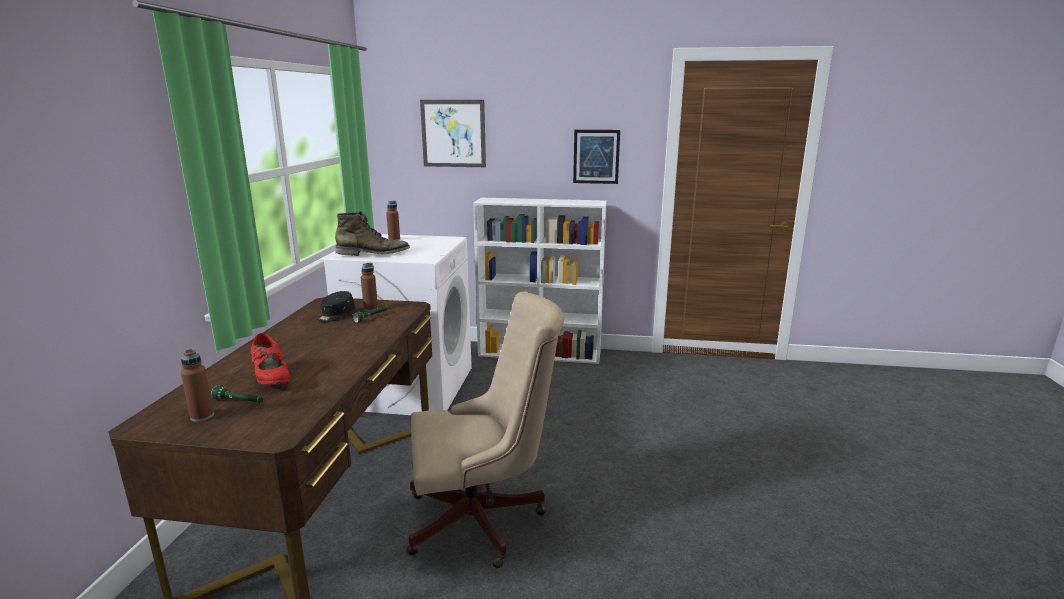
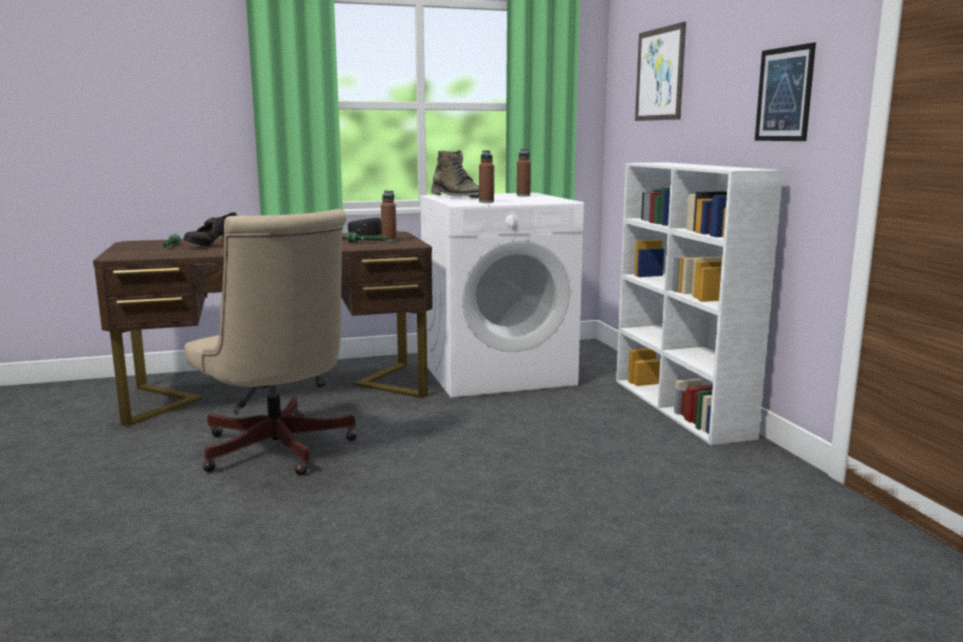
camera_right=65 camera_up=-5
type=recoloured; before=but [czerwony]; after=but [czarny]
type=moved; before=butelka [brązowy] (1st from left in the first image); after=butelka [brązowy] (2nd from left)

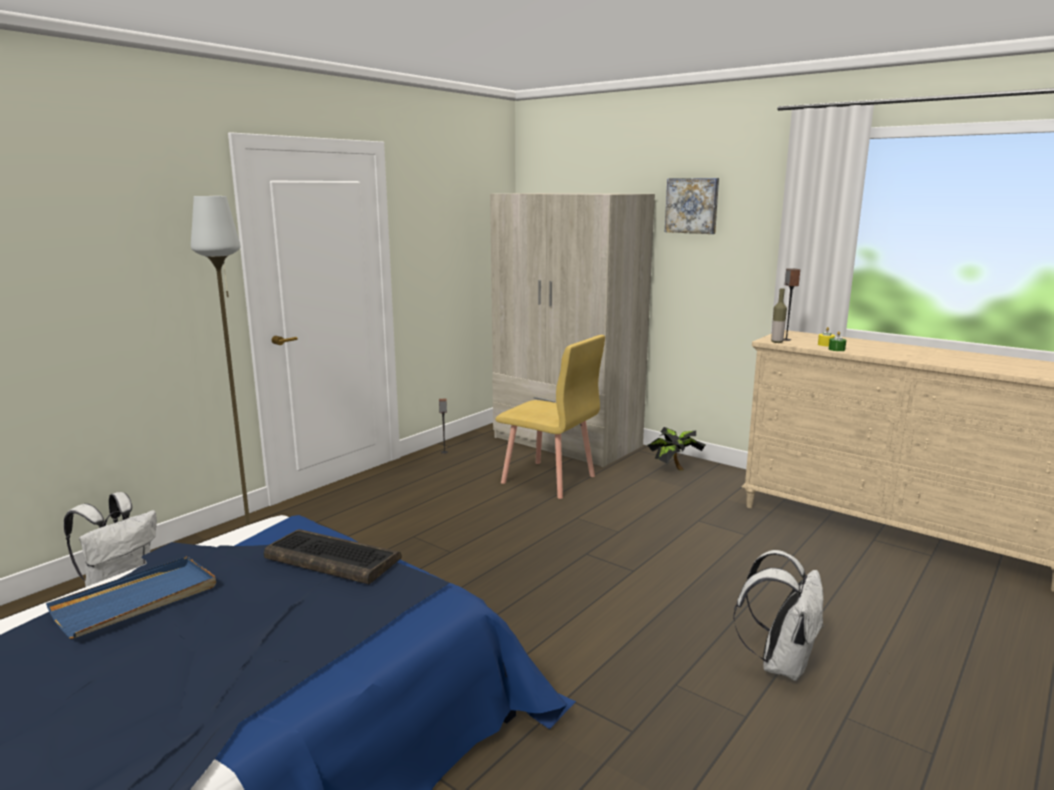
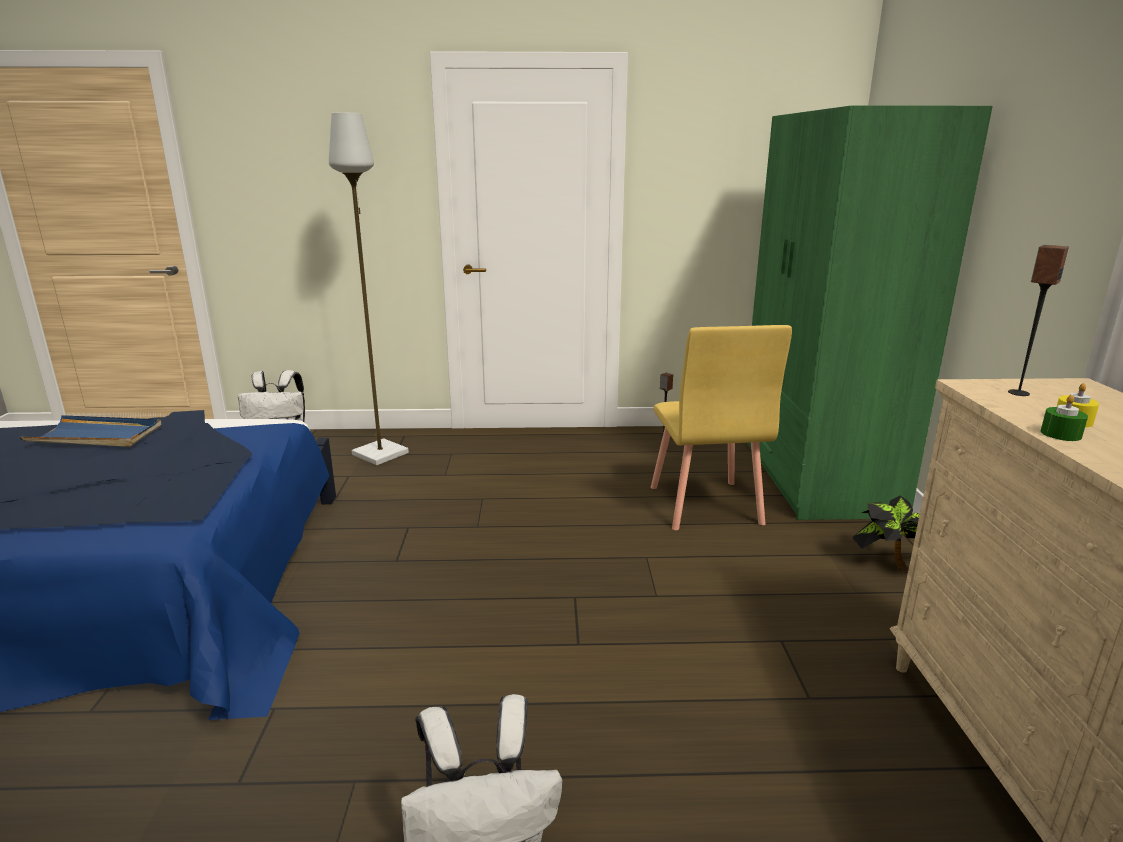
camera_right=50 camera_up=5
type=recoloured; before=szafa [beżowy]; after=szafa [zielony]
type=removed; before=klawiatura
type=removed; before=obraz
type=removed; before=butelka

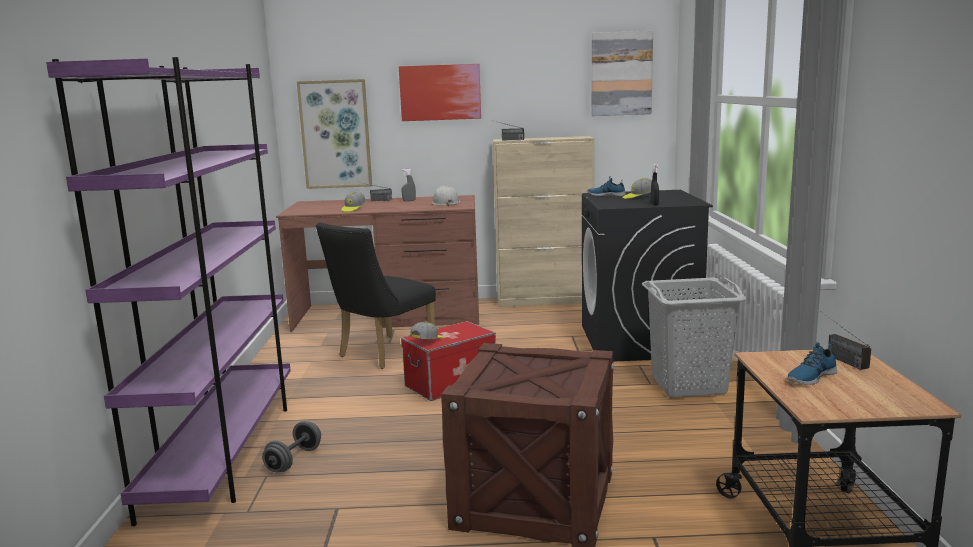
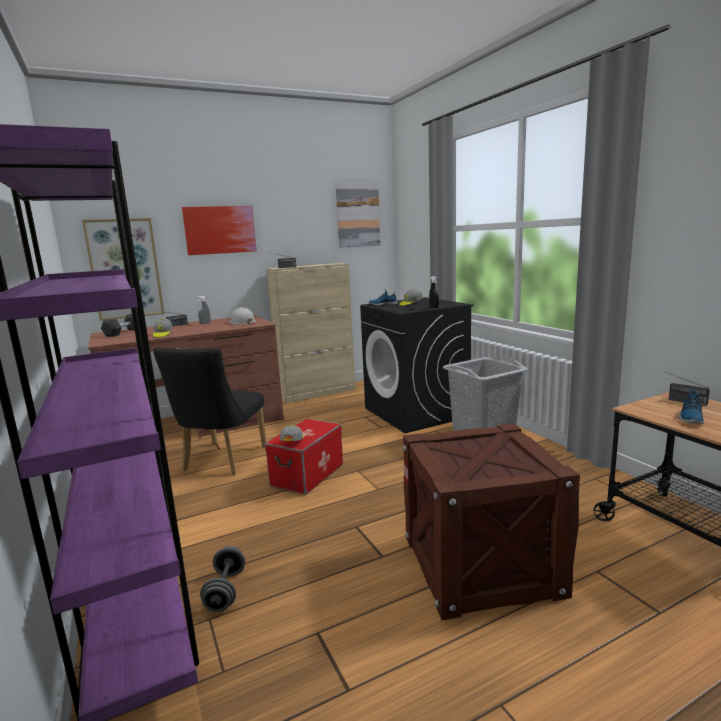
camera_right=-25 camera_up=0
type=added; after=hantel [szary] (1st from left)

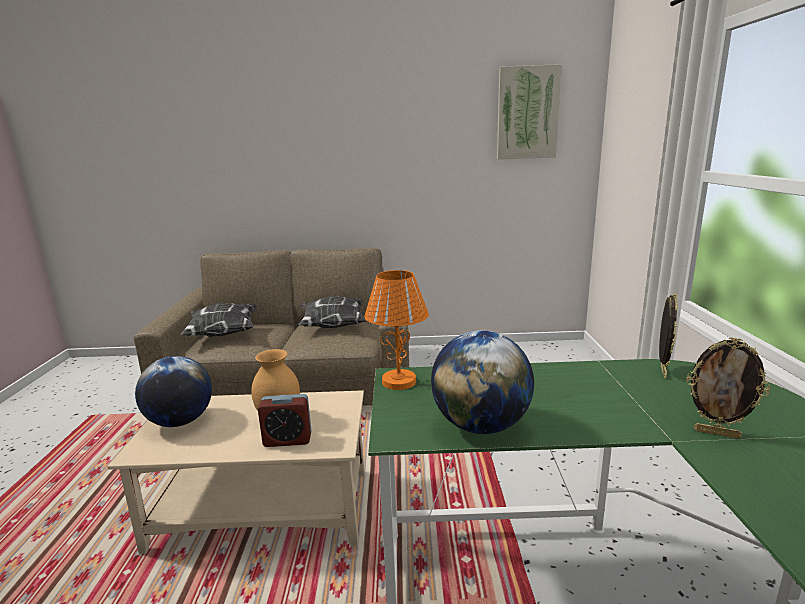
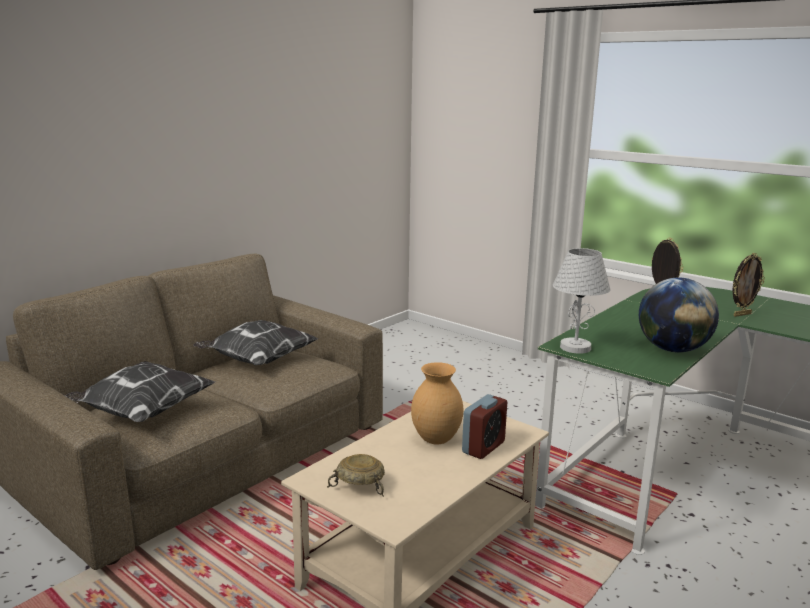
camera_right=-50 camera_up=0
type=replaced; before=globus (1st from left); after=miska [beżowy]
type=recoloured; before=lampa stołowa [pomarańczowy]; after=lampa stołowa [biały]
type=removed; before=obraz

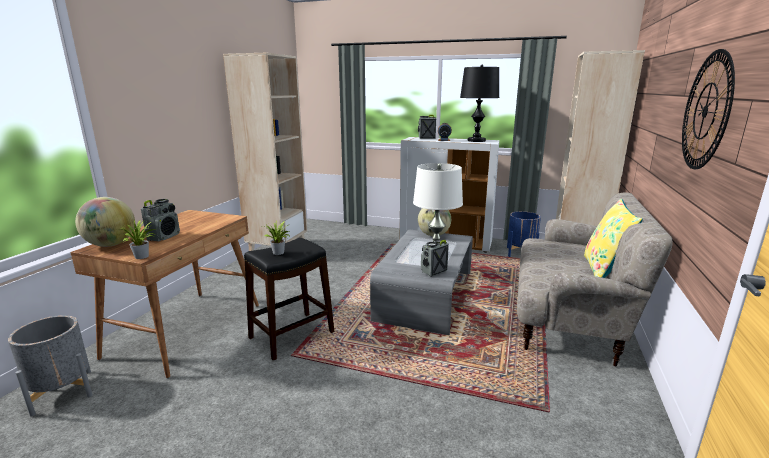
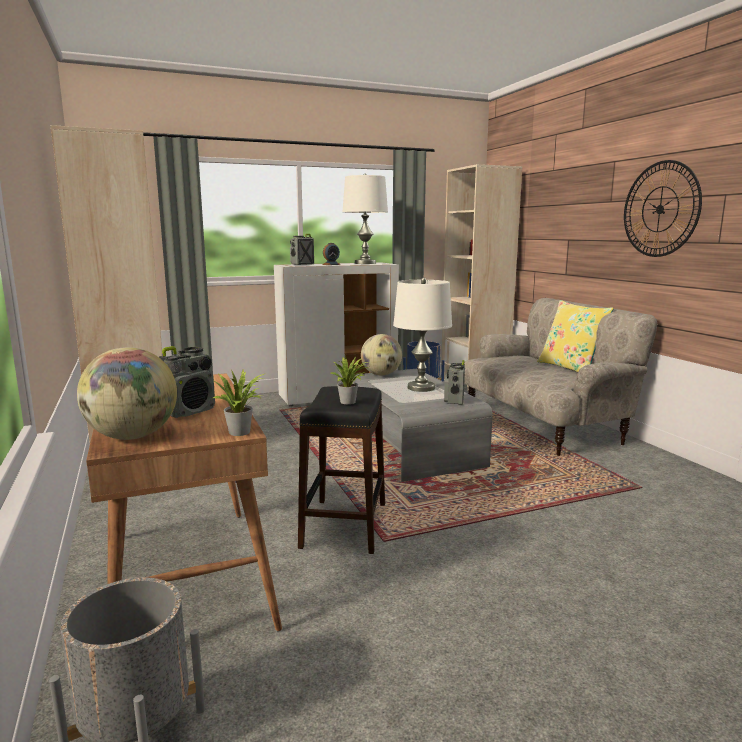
camera_right=-40 camera_up=-5
type=turned; before=radio (1st from left); turn=60
type=recoloured; before=lampa stołowa [czarny]; after=lampa stołowa [biały] (1st from left)

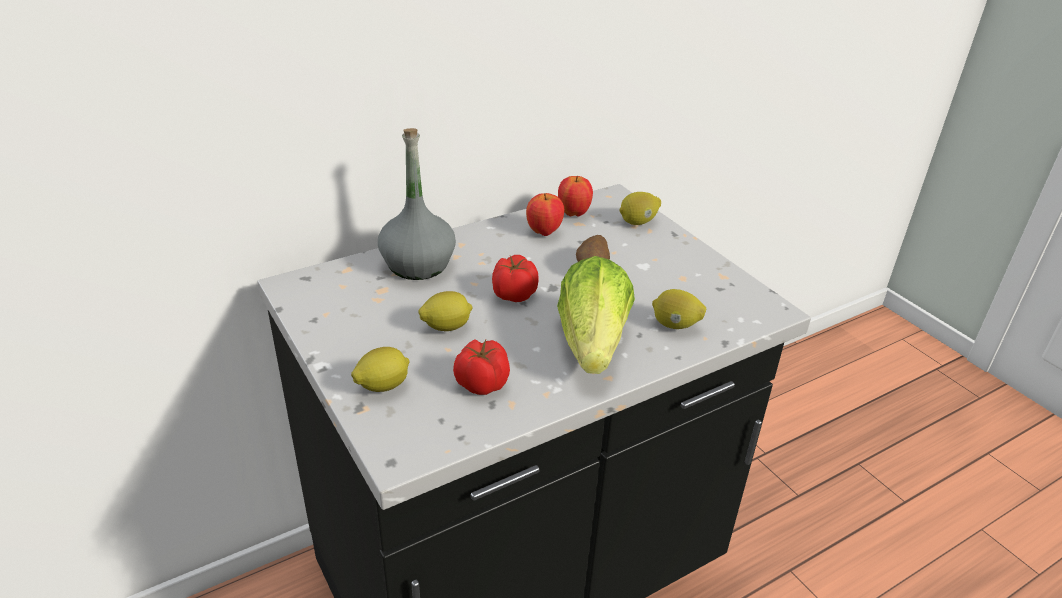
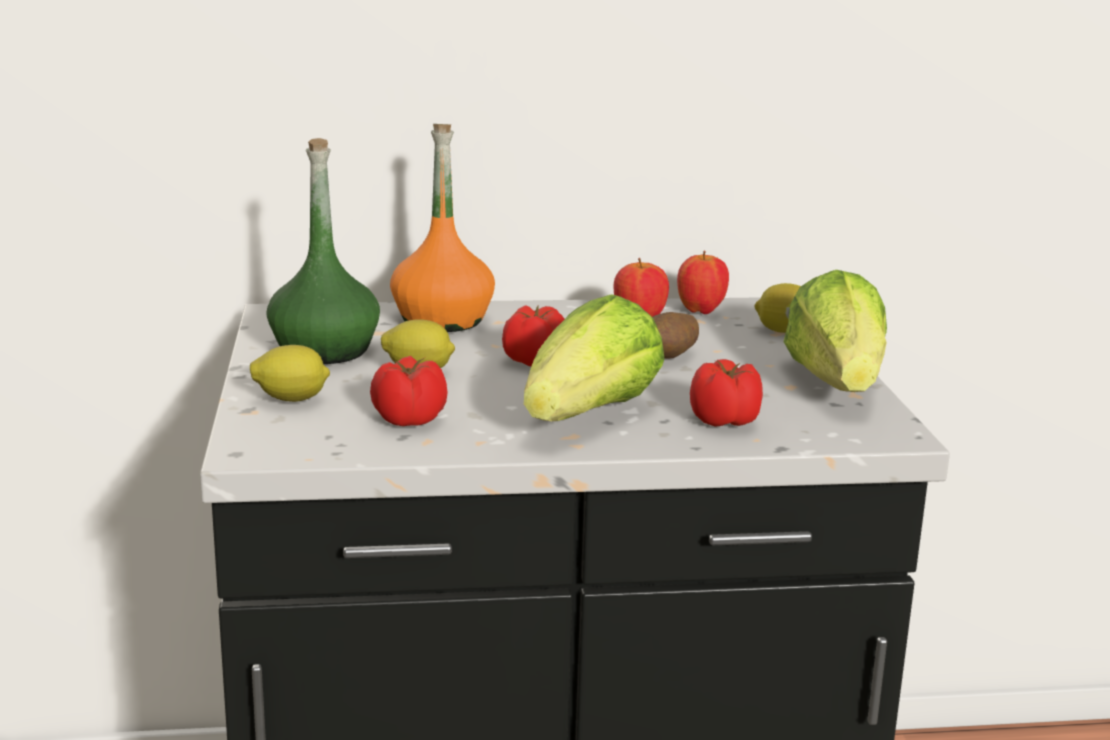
camera_right=25 camera_up=-15
type=added; after=butelka [zielony]
type=recoloured; before=butelka [szary]; after=butelka [pomarańczowy]
type=replaced; before=cytryna (4th from left); after=pomidor (3rd from left)
type=added; after=sałata (2nd from left)

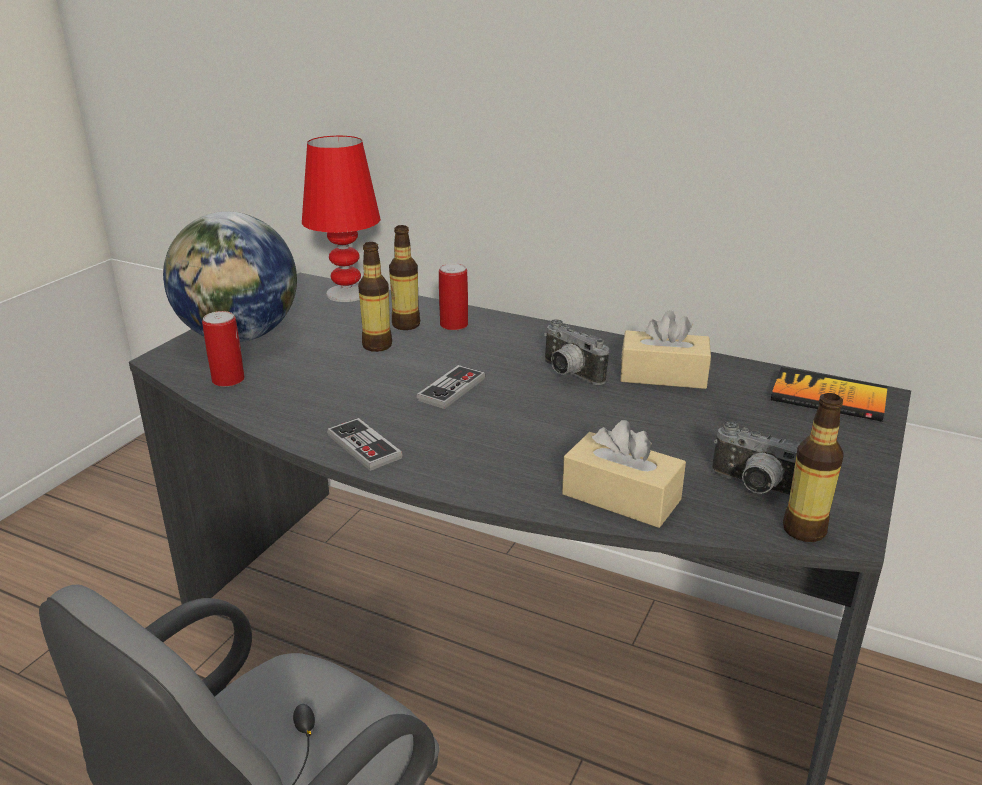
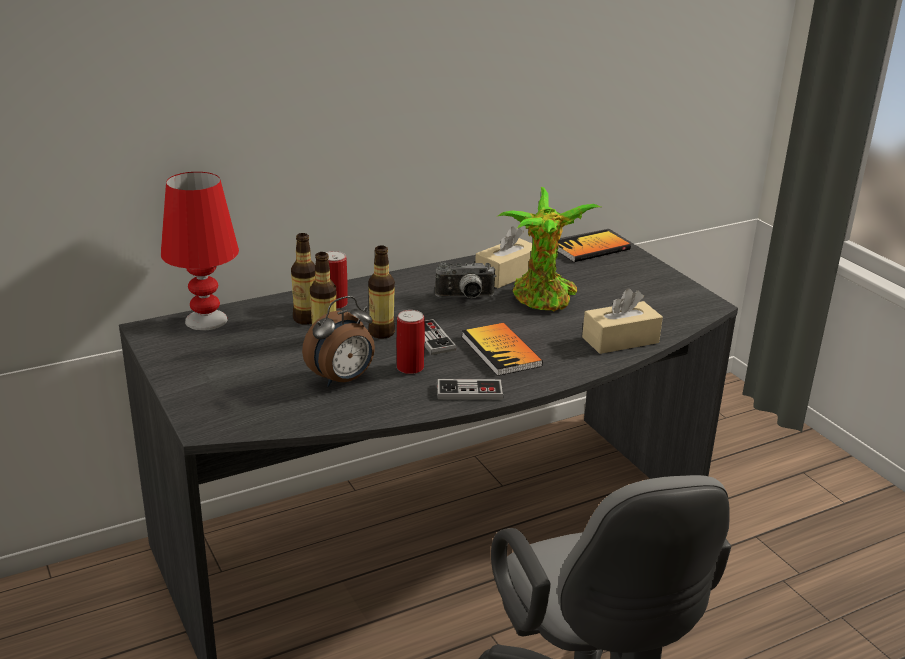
camera_right=-55 camera_up=0
type=added; after=budzik
type=moved; before=butelka (3rd from left)
type=moved; before=puszka (1st from left in the first image); after=puszka (2nd from left)
type=added; after=książka (1st from left)
type=added; after=roślina doniczkowa
type=removed; before=globus
type=removed; before=aparat fotograficzny (2nd from left)

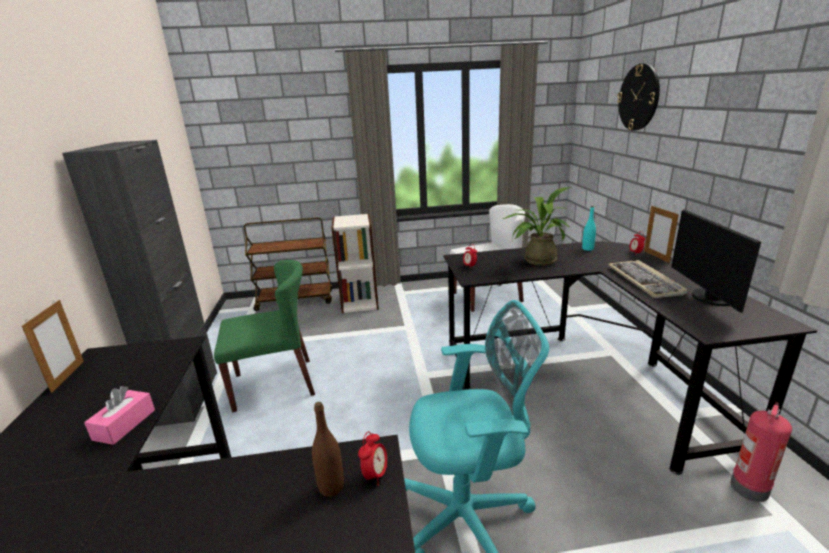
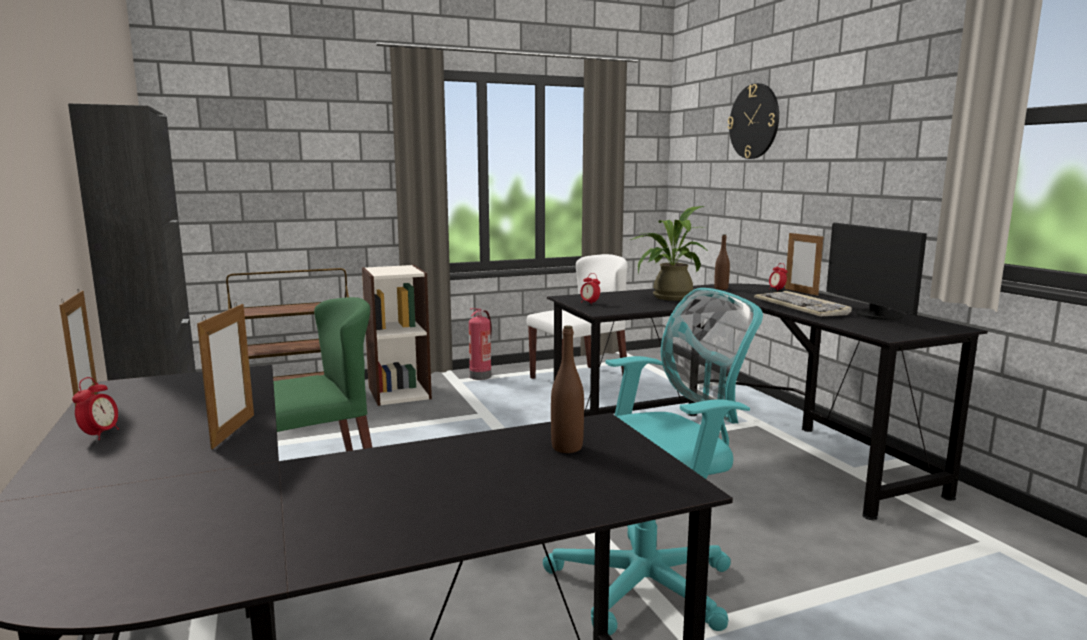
camera_right=-15 camera_up=-10
type=moved; before=budzik (1st from left)
type=replaced; before=pudełko chusteczek [różowy]; after=ramka na zdjęcie (2nd from left)
type=moved; before=gaśnica
type=recoloured; before=butelka [turkusowy]; after=butelka [brązowy] (2nd from left)

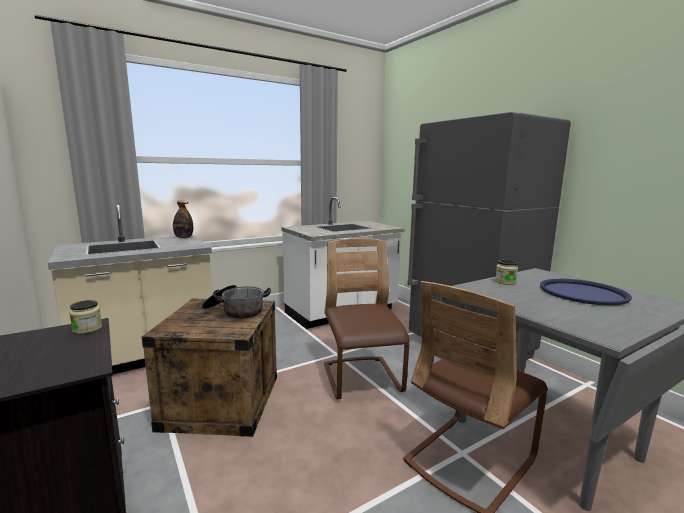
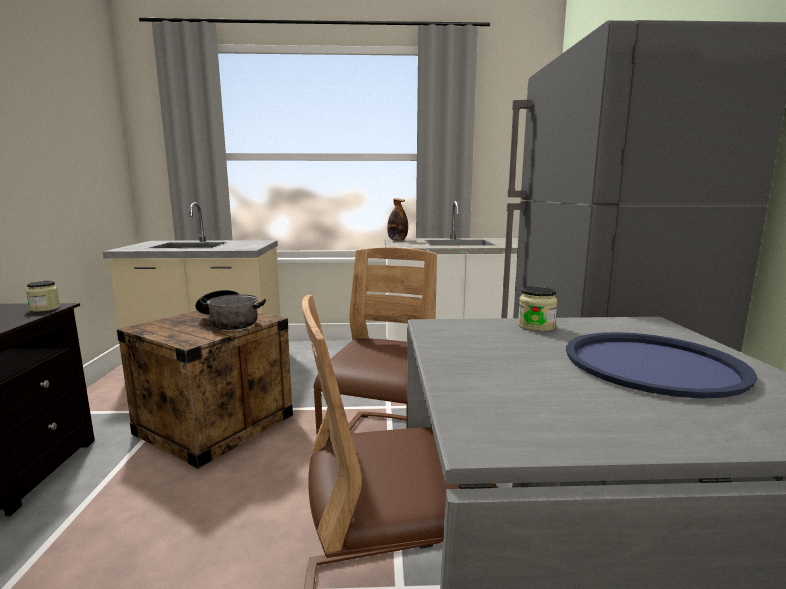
camera_right=30 camera_up=0
type=moved; before=butelka

